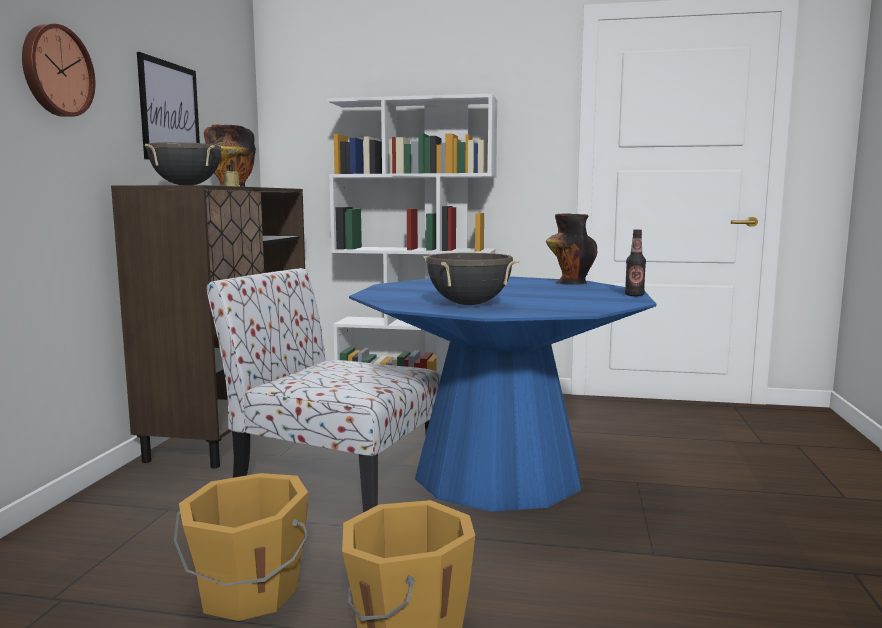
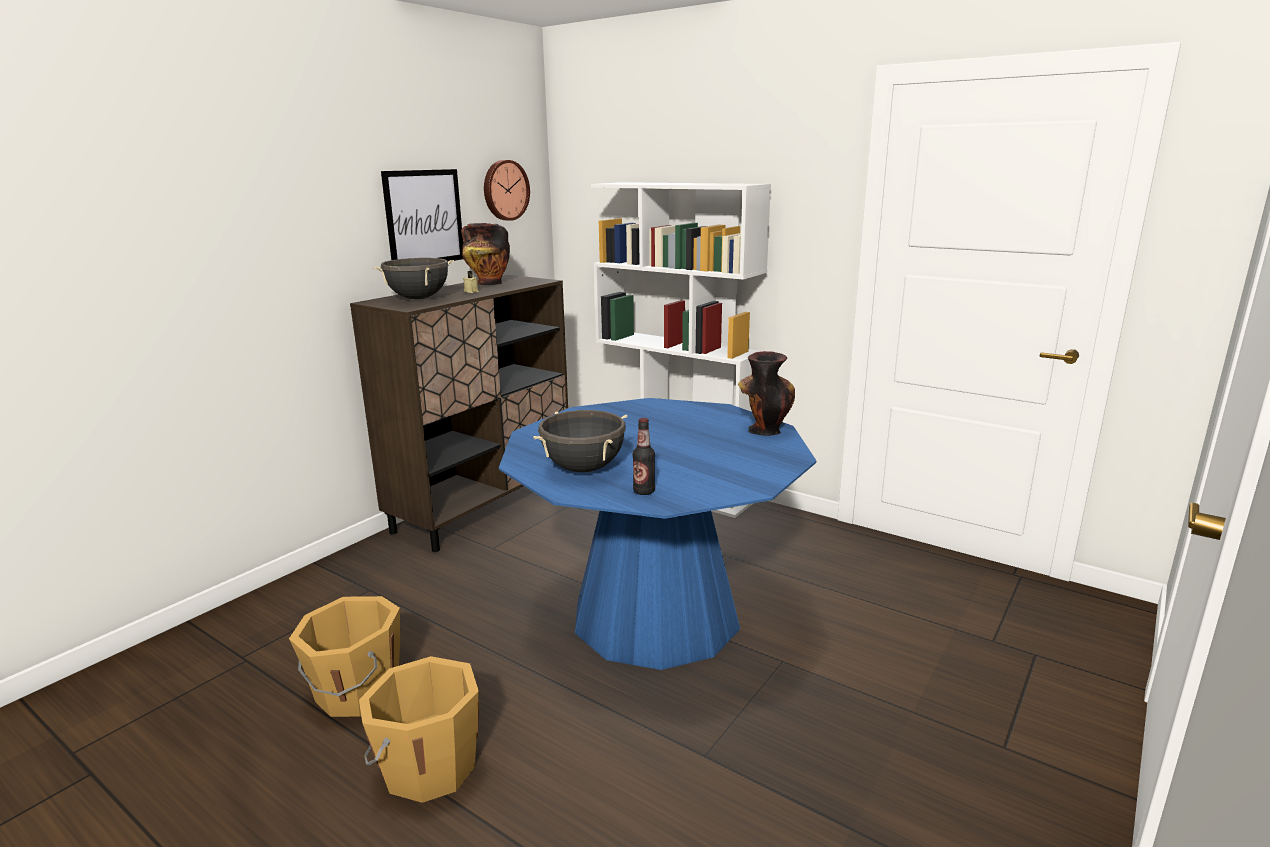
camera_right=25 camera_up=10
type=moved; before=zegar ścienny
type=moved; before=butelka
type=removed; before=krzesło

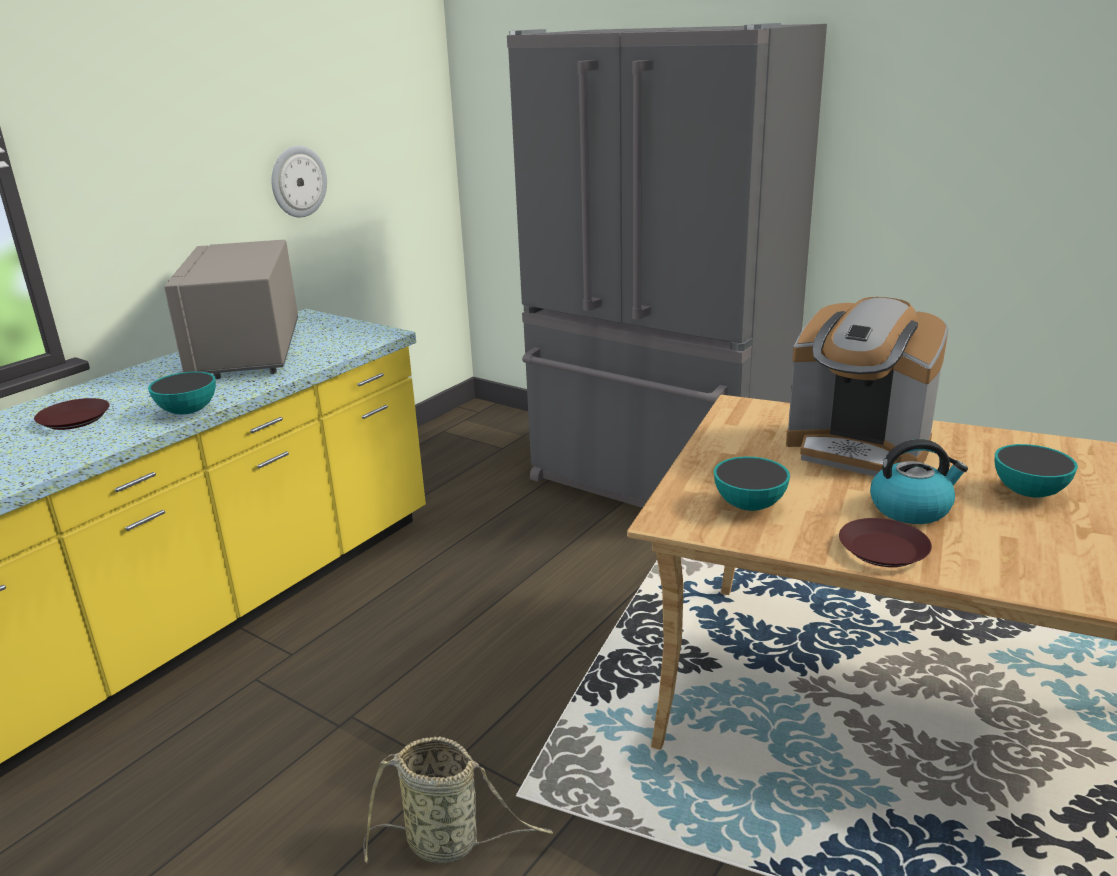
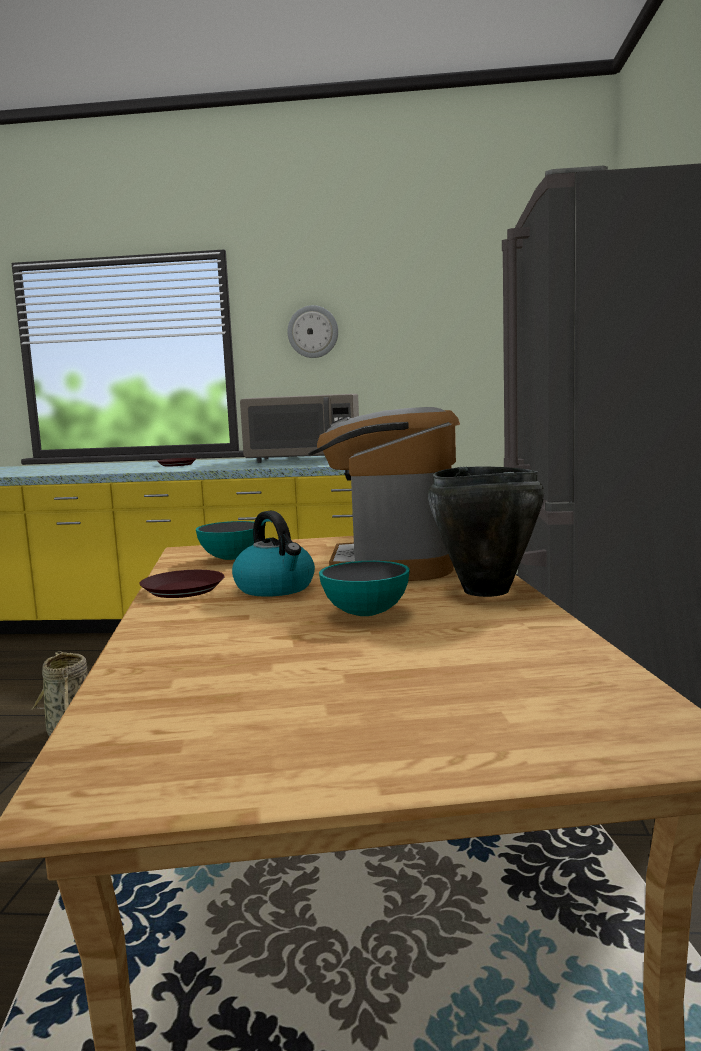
camera_right=60 camera_up=-15
type=turned; before=mikrofalówka [szary]; turn=-135
type=moved; before=zegar ścienny
type=added; after=garnek [czarny]
type=removed; before=miska (1st from left)

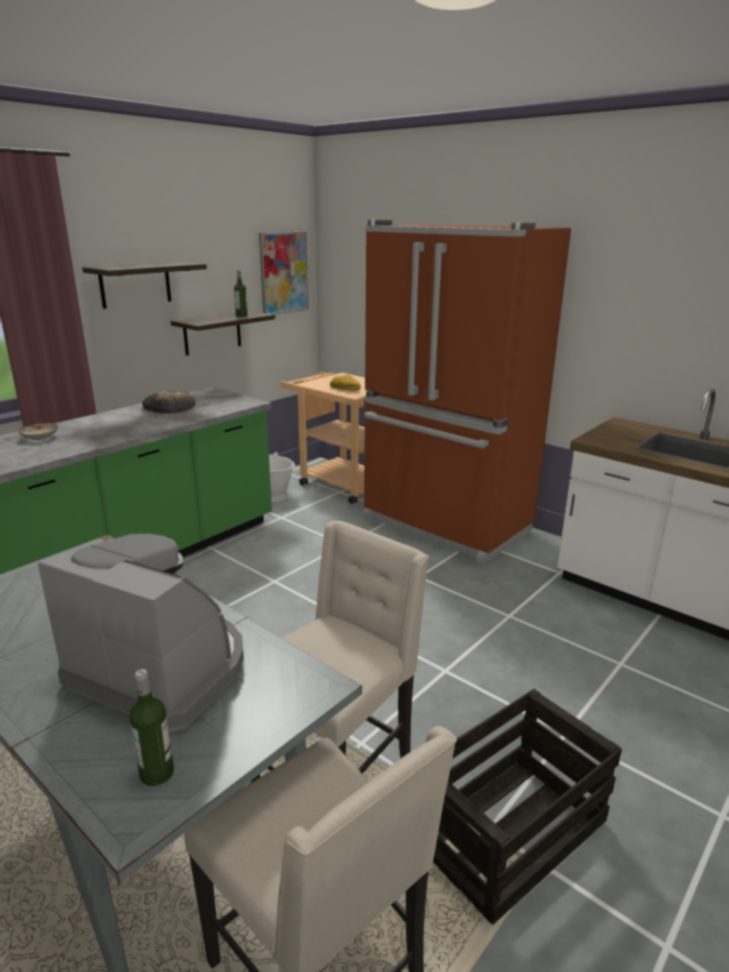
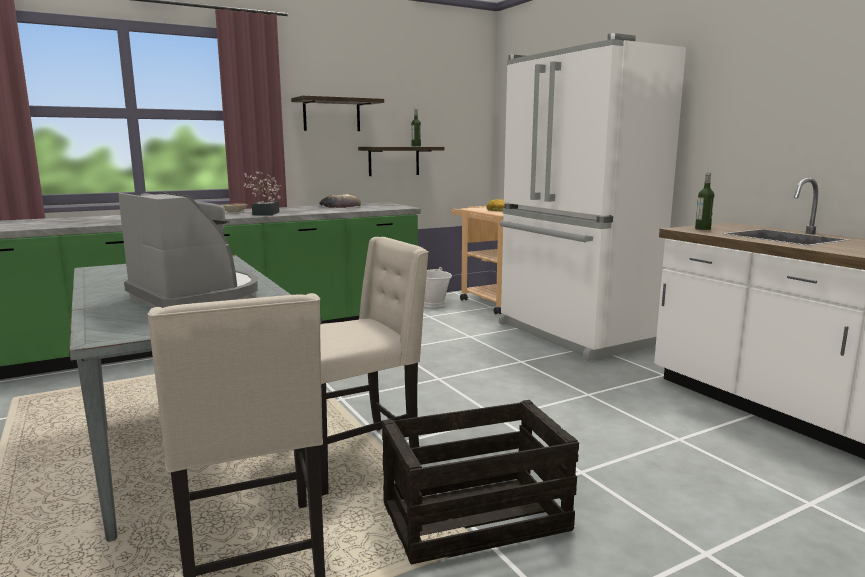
camera_right=20 camera_up=-10
type=added; after=roślina doniczkowa
type=recoloured; before=lodówka [brązowy]; after=lodówka [biały]
type=moved; before=butelka (1st from left in the first image); after=butelka (2nd from left)
type=removed; before=obraz

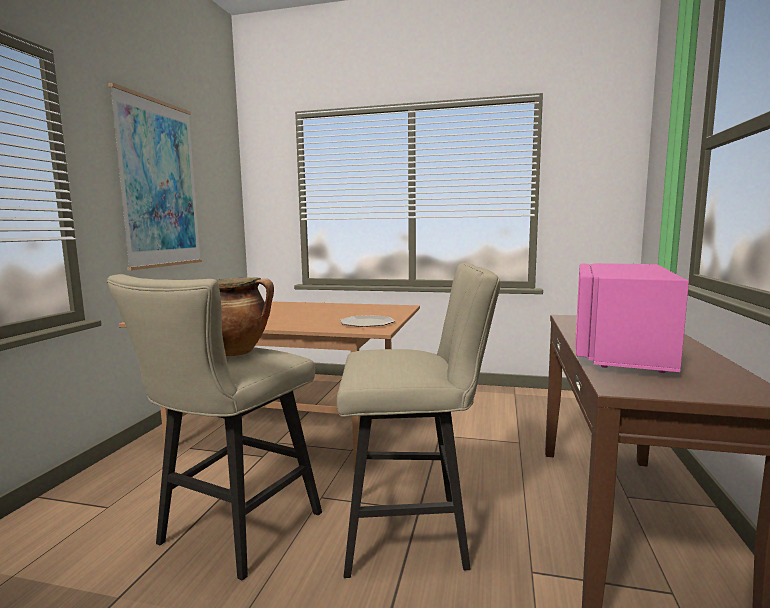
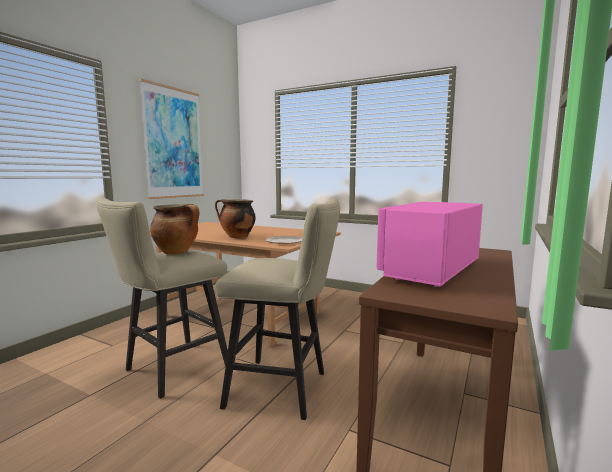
camera_right=15 camera_up=0
type=added; after=garnek (2nd from left)

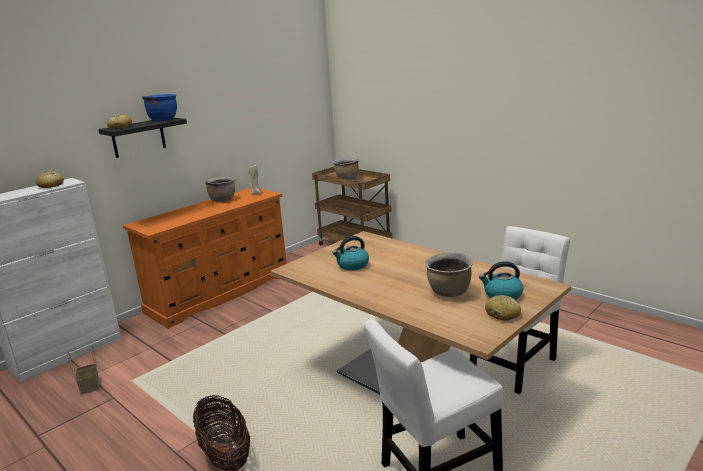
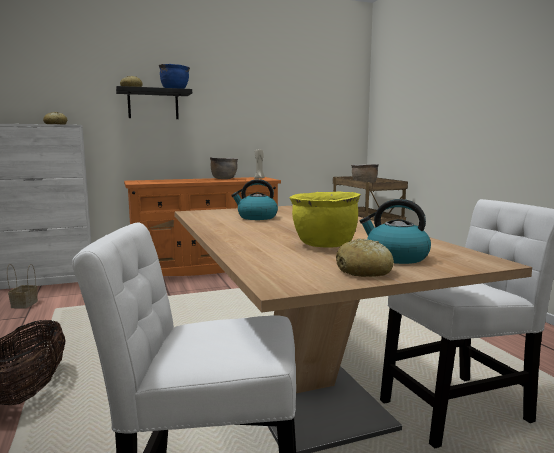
camera_right=25 camera_up=-10
type=recoloured; before=garnek [brązowy] (3rd from left); after=garnek [żółty]

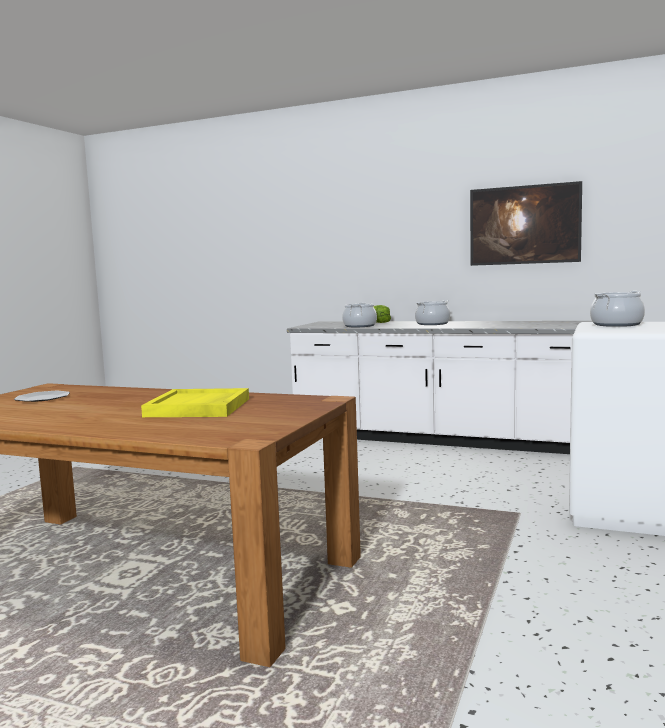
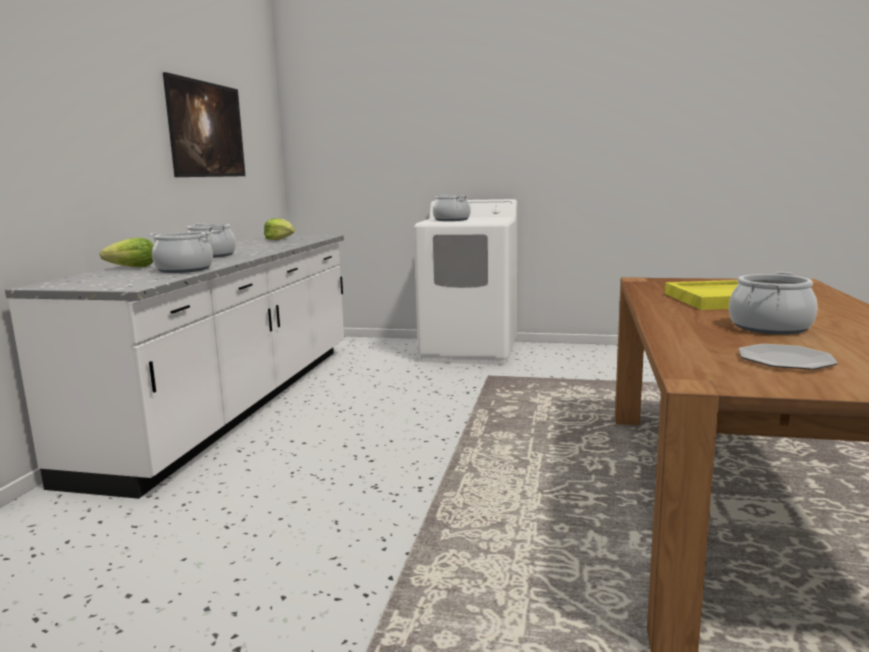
camera_right=-100 camera_up=5
type=added; after=sałata (2nd from left)
type=added; after=garnek (4th from left)

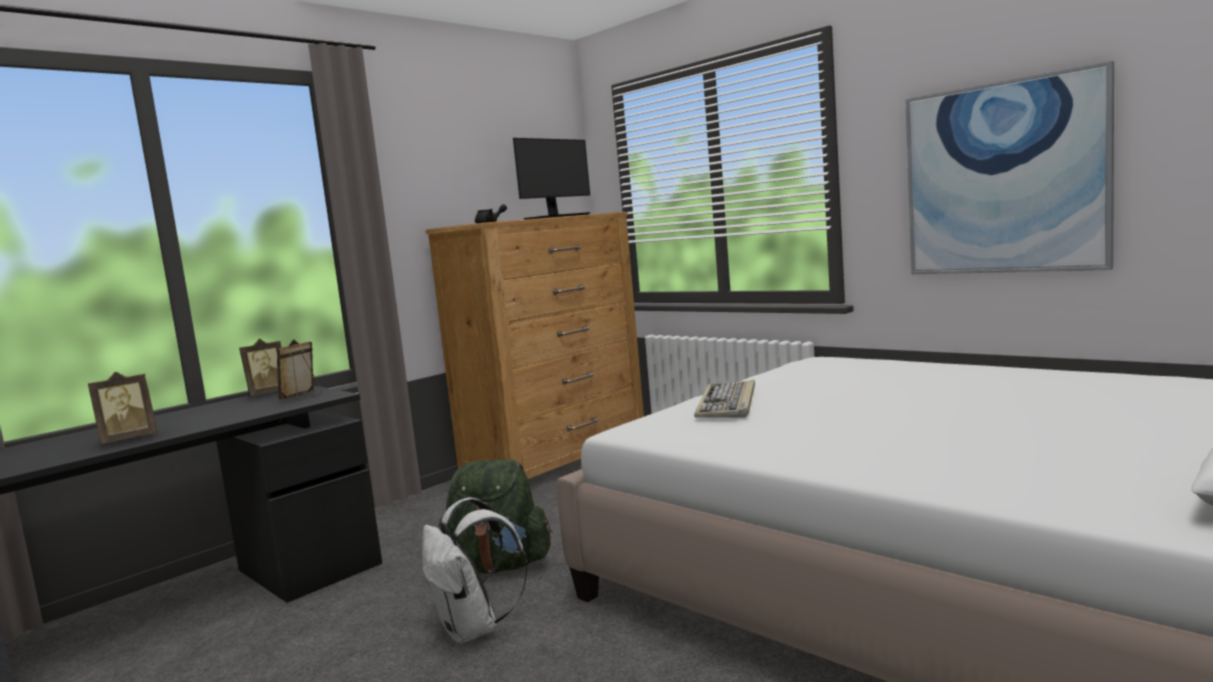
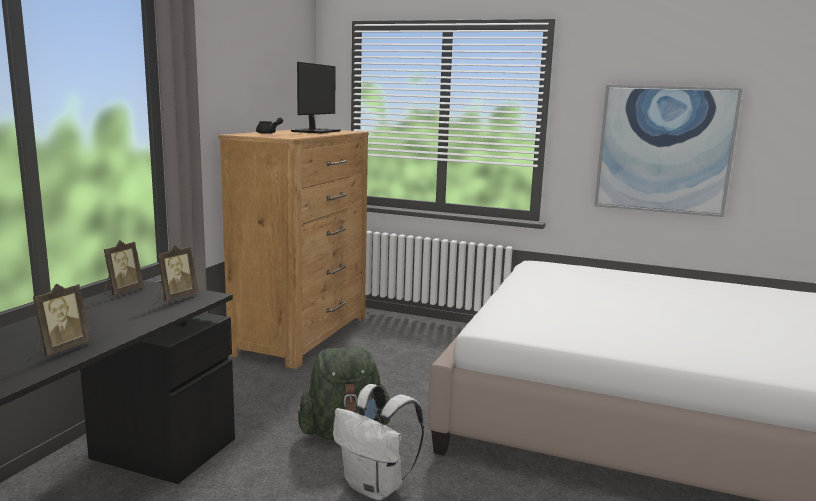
camera_right=-25 camera_up=5
type=turned; before=ramka na zdjęcie (3rd from left); turn=-150
type=removed; before=klawiatura

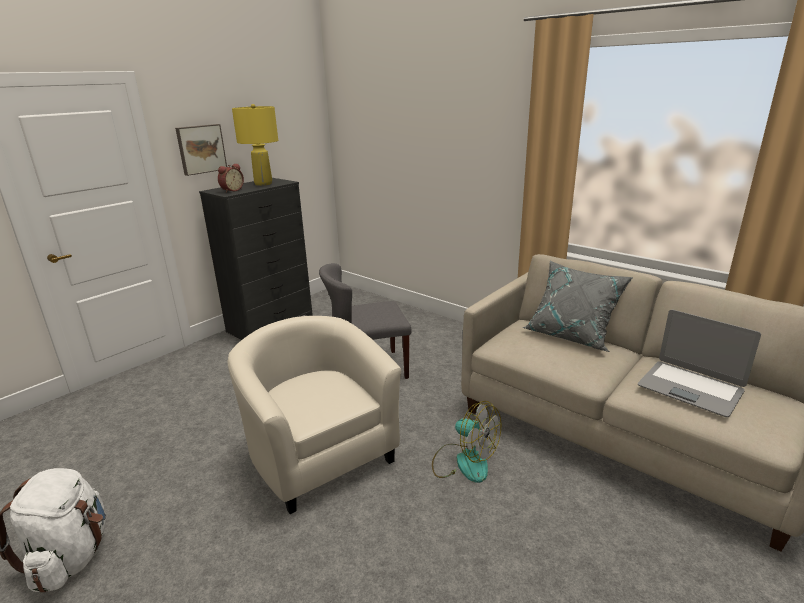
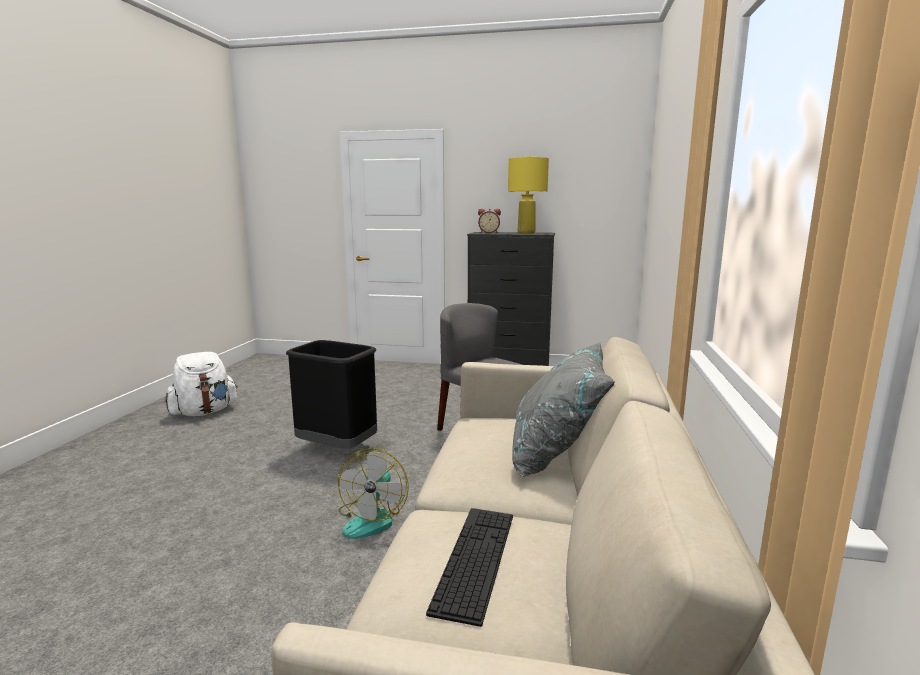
camera_right=60 camera_up=-10
type=replaced; before=fotel [beżowy]; after=kosz na śmieci [czarny]
type=replaced; before=laptop; after=klawiatura
type=removed; before=obraz

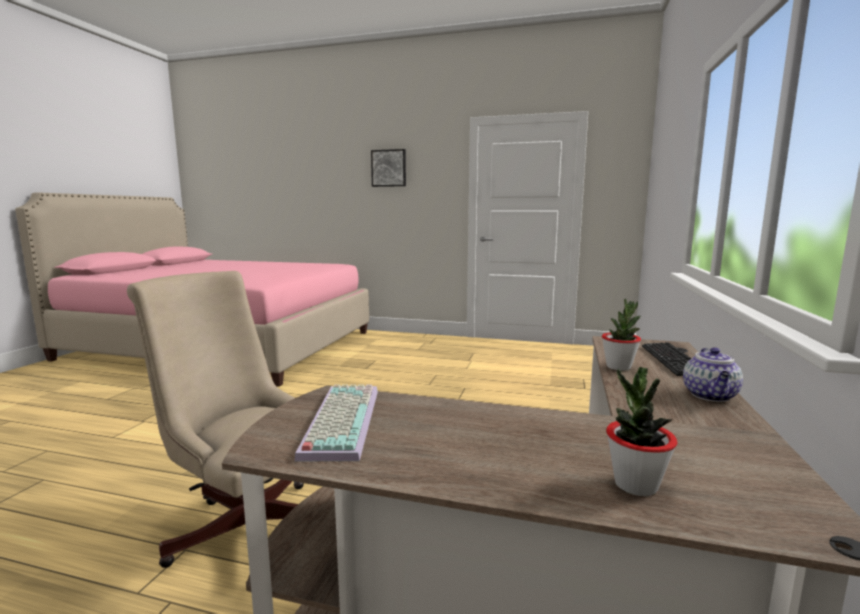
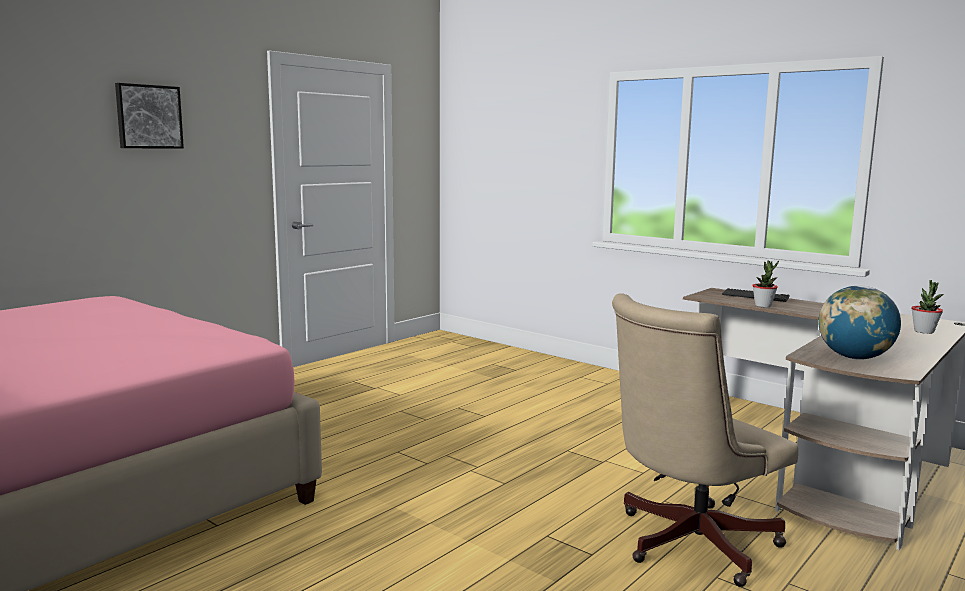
camera_right=-65 camera_up=0
type=replaced; before=klawiatura (1st from left); after=globus
type=removed; before=imbryk

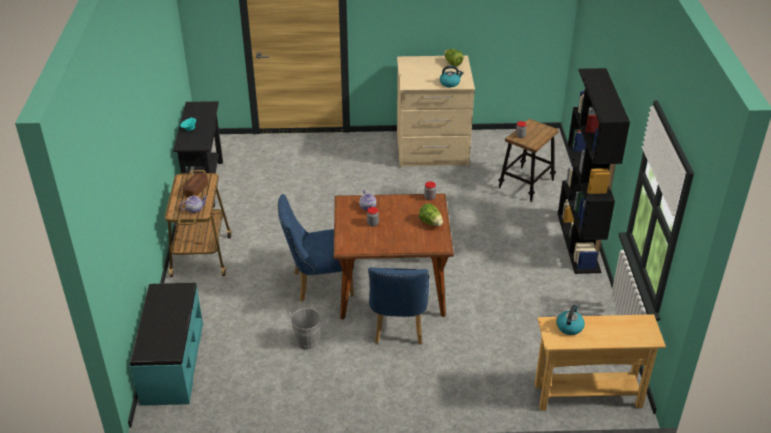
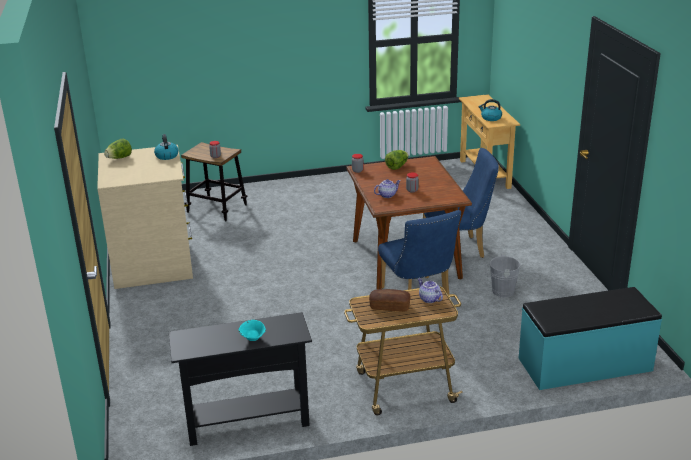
camera_right=-100 camera_up=-10
type=removed; before=regał [czarny]

